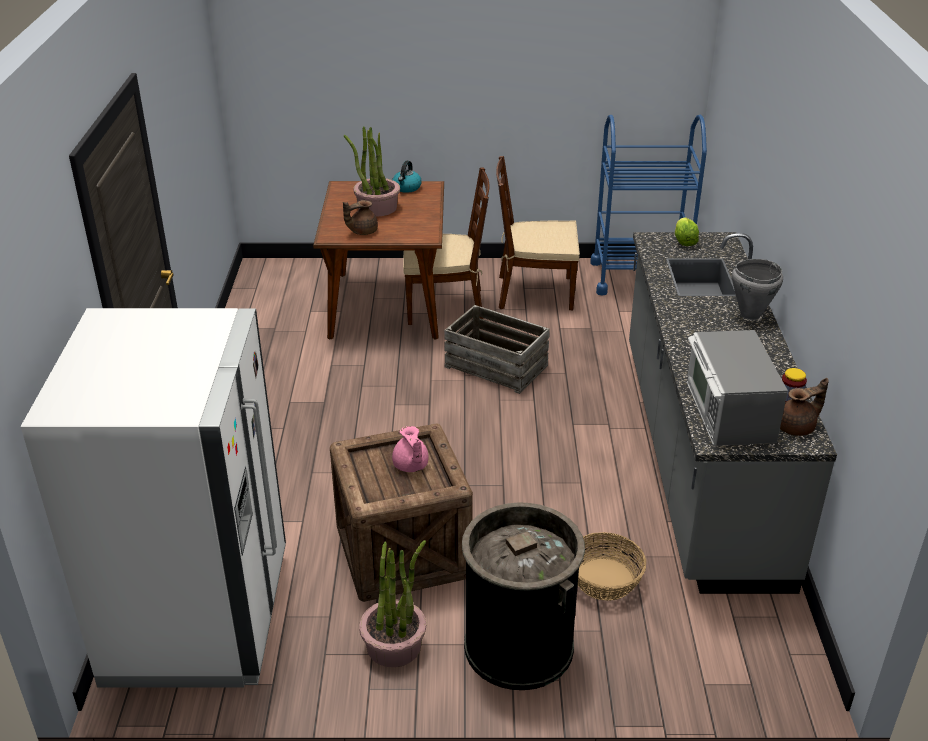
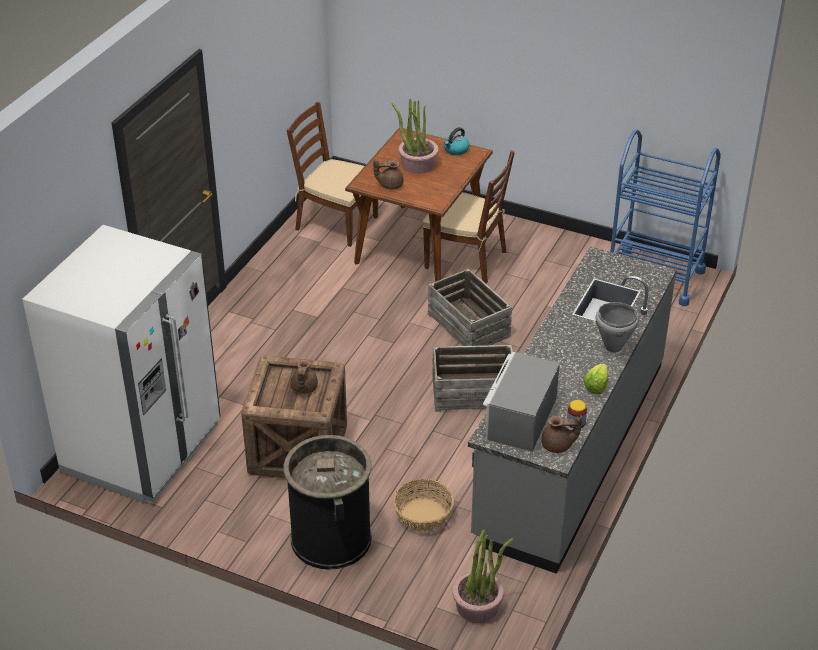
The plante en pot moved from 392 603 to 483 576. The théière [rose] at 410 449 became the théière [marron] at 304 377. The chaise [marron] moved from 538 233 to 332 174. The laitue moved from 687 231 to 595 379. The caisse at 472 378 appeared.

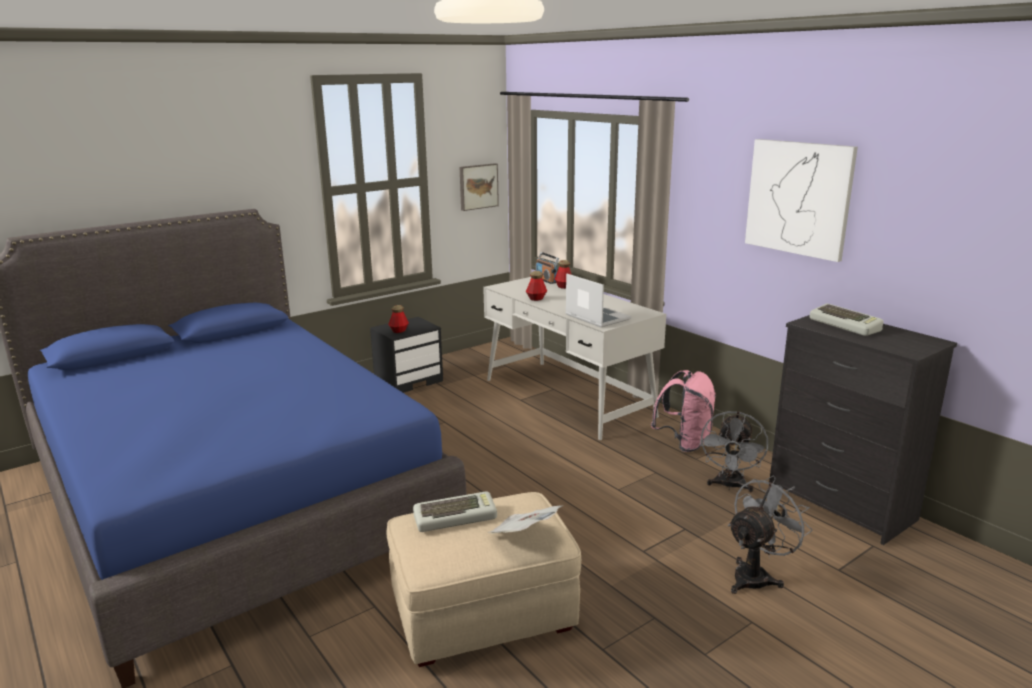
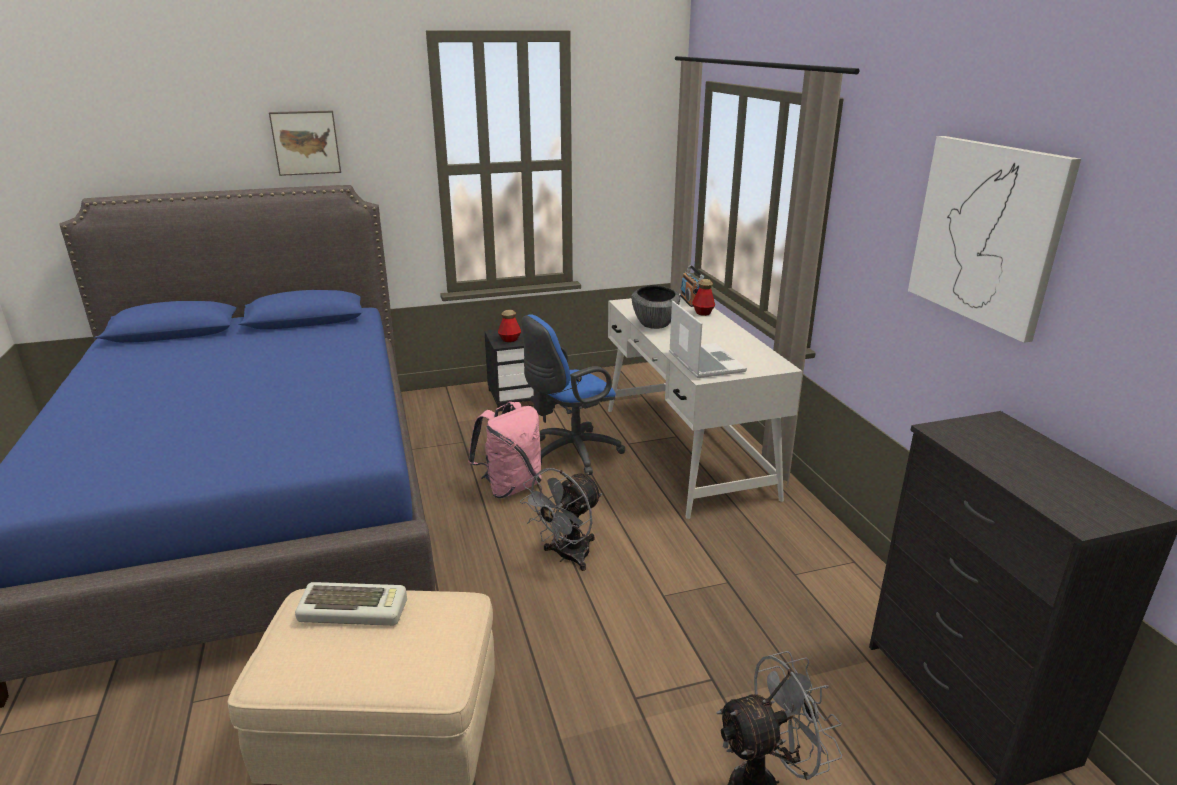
The tableau moved from 479 187 to 305 143. The journal at 525 519 disappeared. The bouteille at 536 286 was replaced by the bol at 655 307. The sac à dos [rose] moved from 683 411 to 505 450. The ventilateur [gris] moved from 733 451 to 561 519. The clavier at 846 320 disappeared. The chaise de bureau [bleu] at 573 394 appeared.

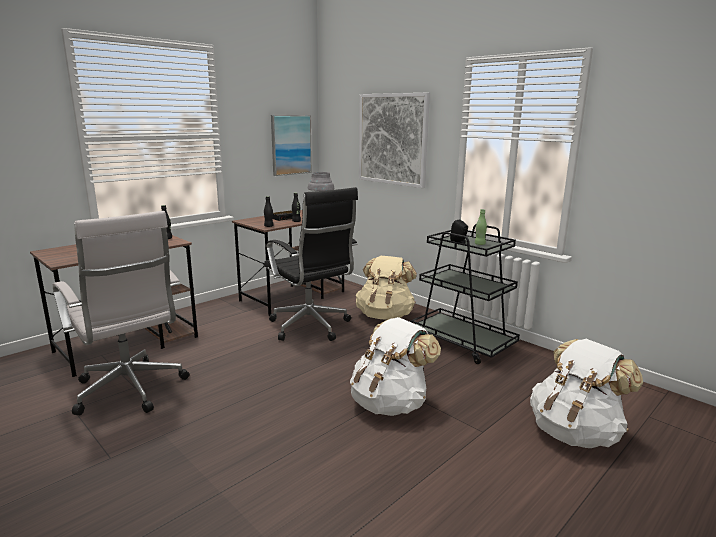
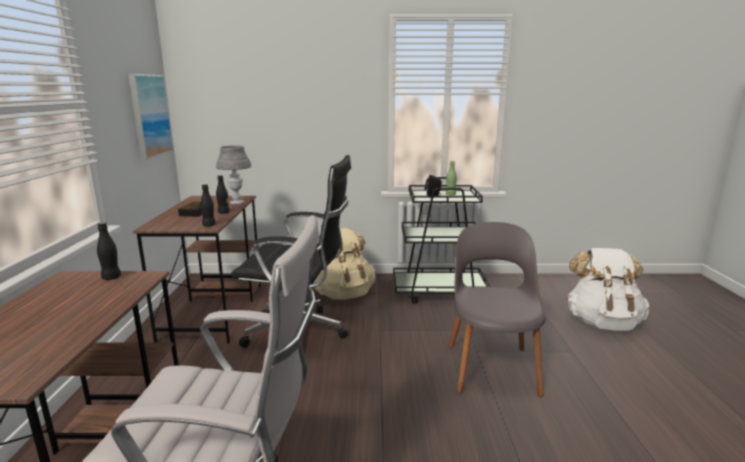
The sac à dos [blanc] at 395 366 was replaced by the chaise [gris] at 497 309. The tableau at 394 140 disappeared.

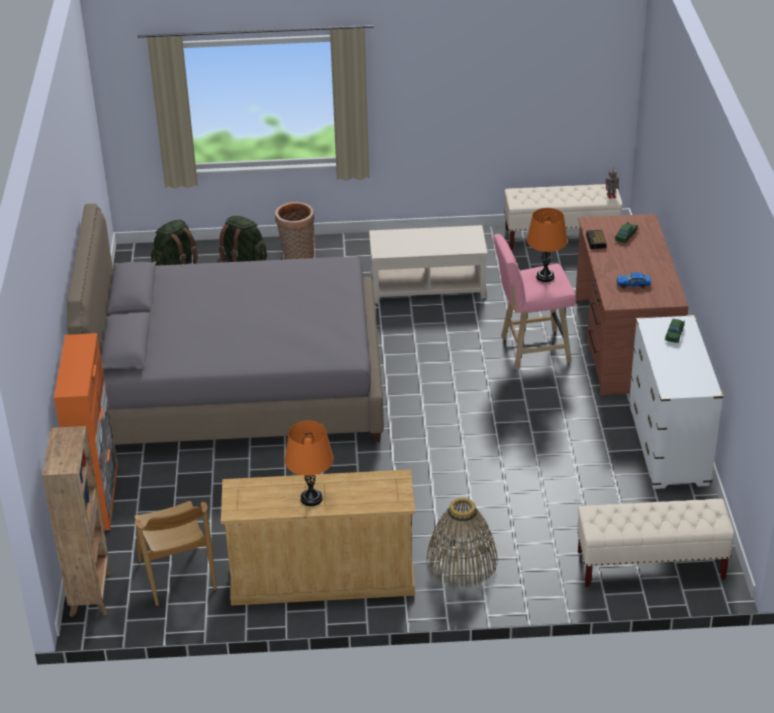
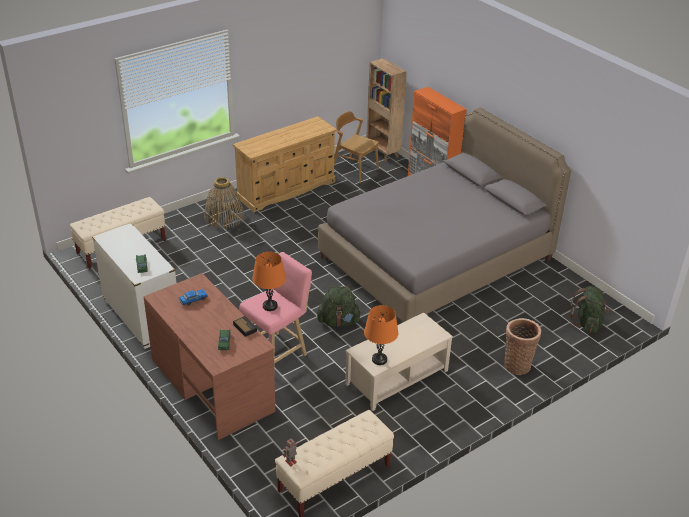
The sac à dos [vert] moved from 242 239 to 339 306. The lampe de table [orange] moved from 309 463 to 381 335.

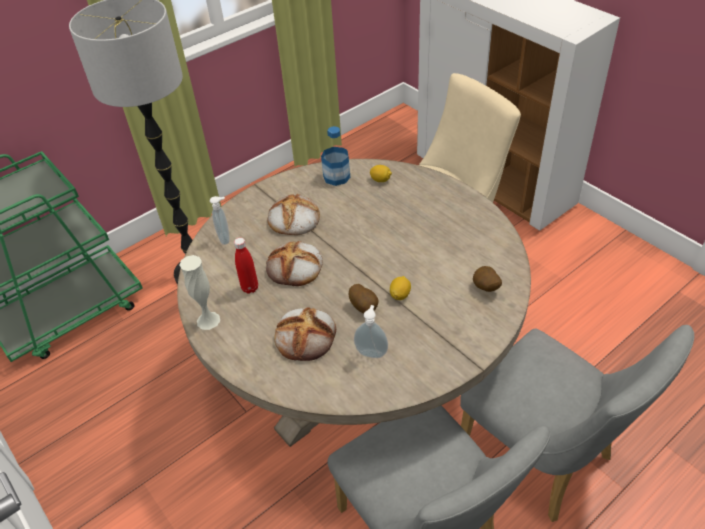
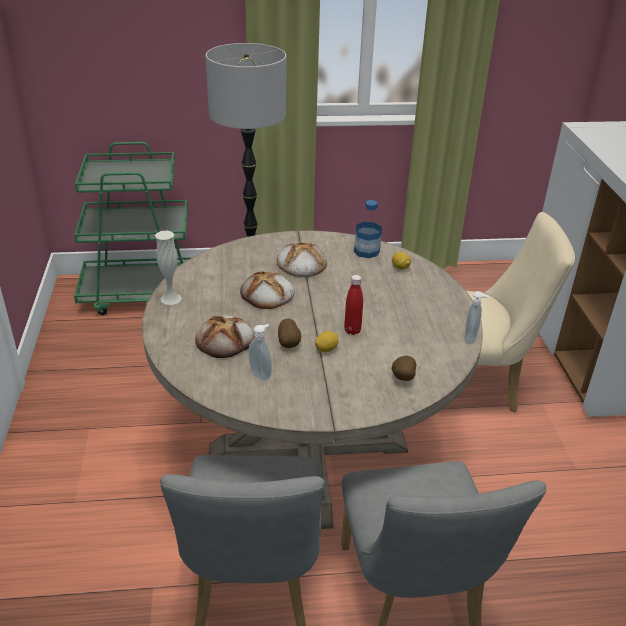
The distributeur de savon moved from 219 220 to 477 317. The bouteille [rouge] moved from 246 266 to 353 305.

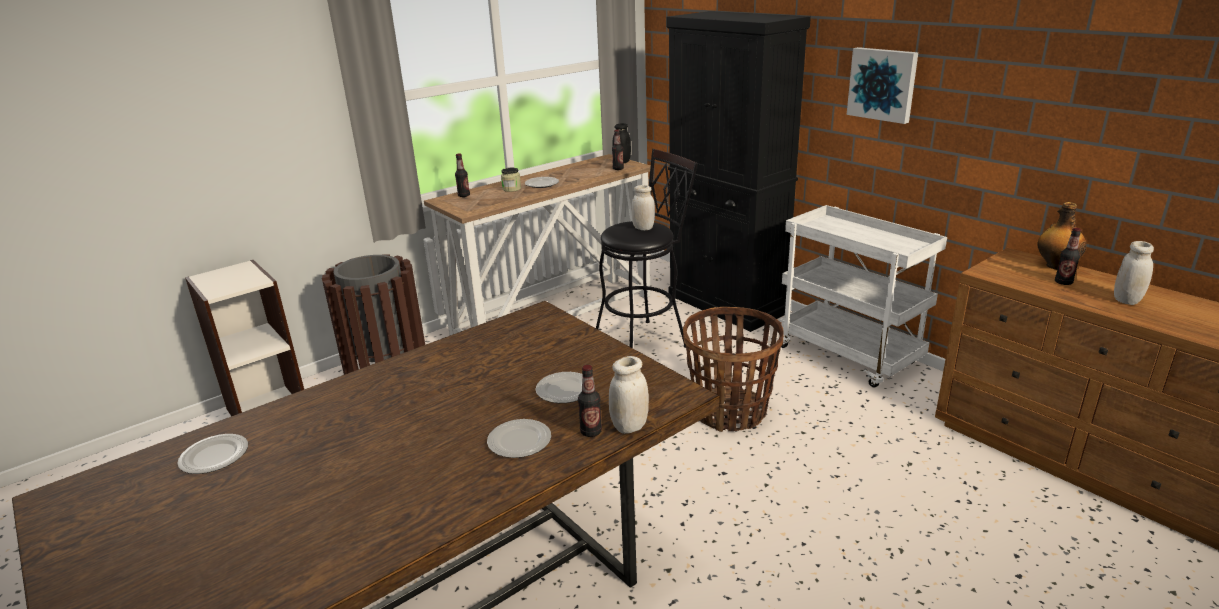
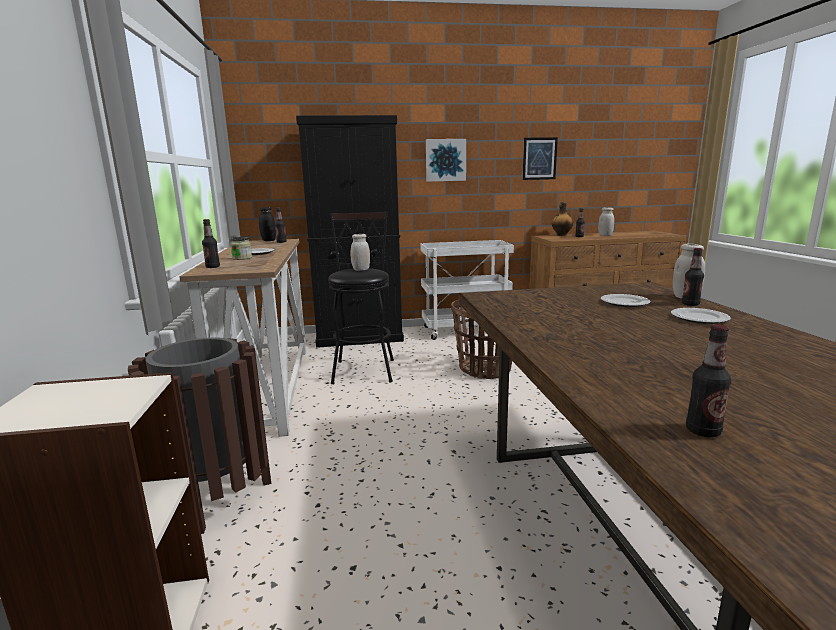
The assiette at 212 454 was replaced by the bouteille at 708 380. The tableau at 540 158 appeared.

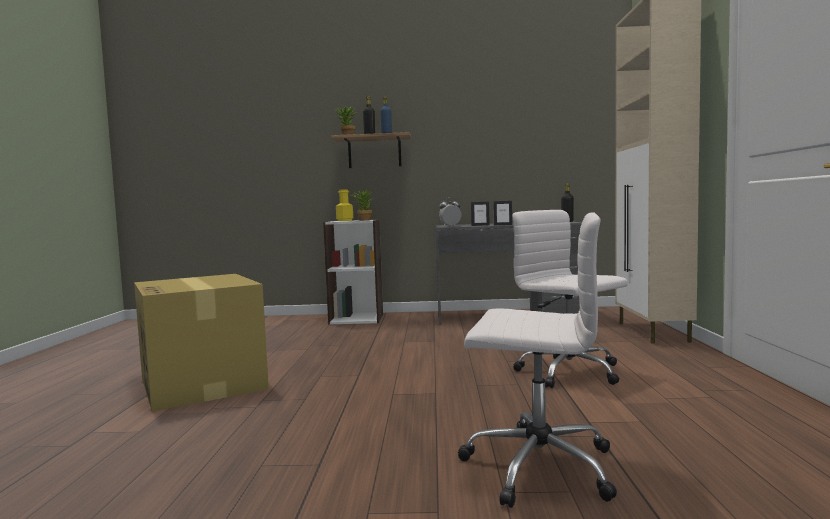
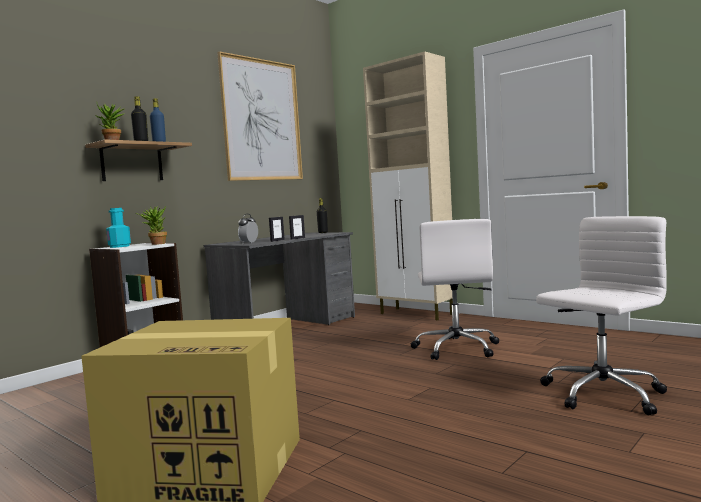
The bouteille [jaune] at 344 205 became the bouteille [turquoise] at 118 228. The chaise de bureau [blanc] at 570 299 turned 90 degrees counterclockwise. The tableau at 260 116 appeared.

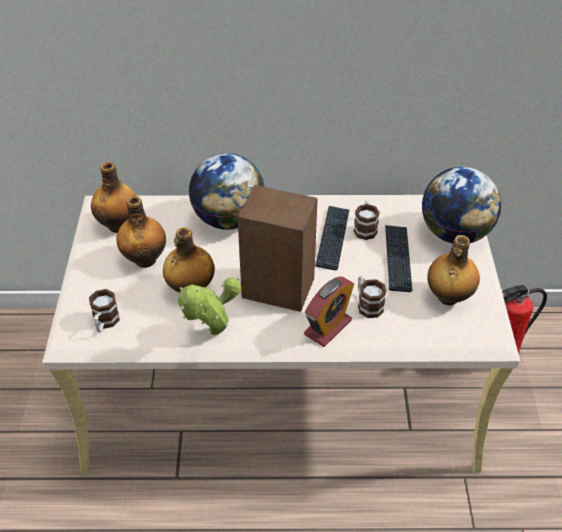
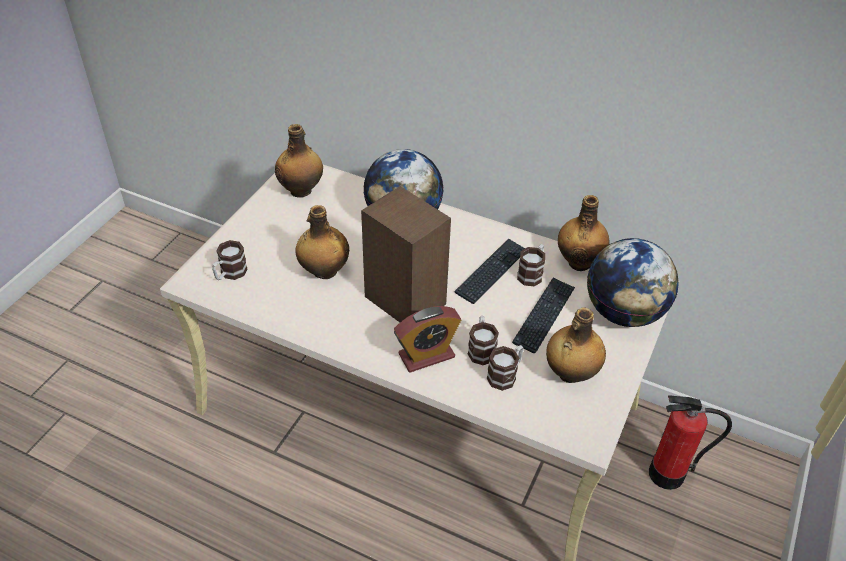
The bouteille moved from 141 232 to 584 233. The plante en pot at 209 306 disappeared. The mug at 505 368 appeared.

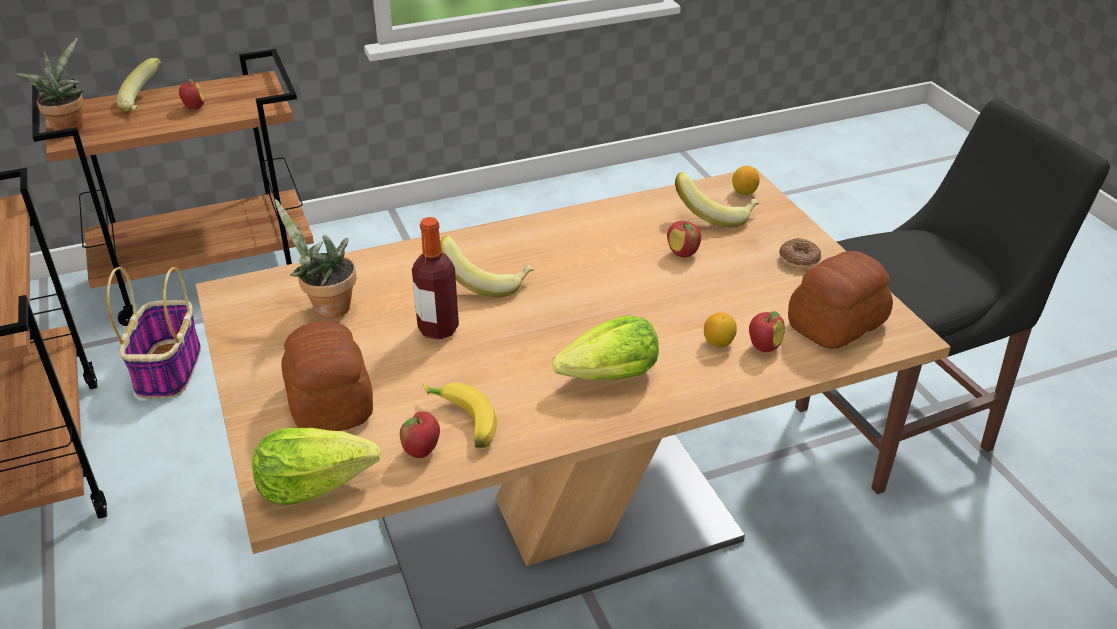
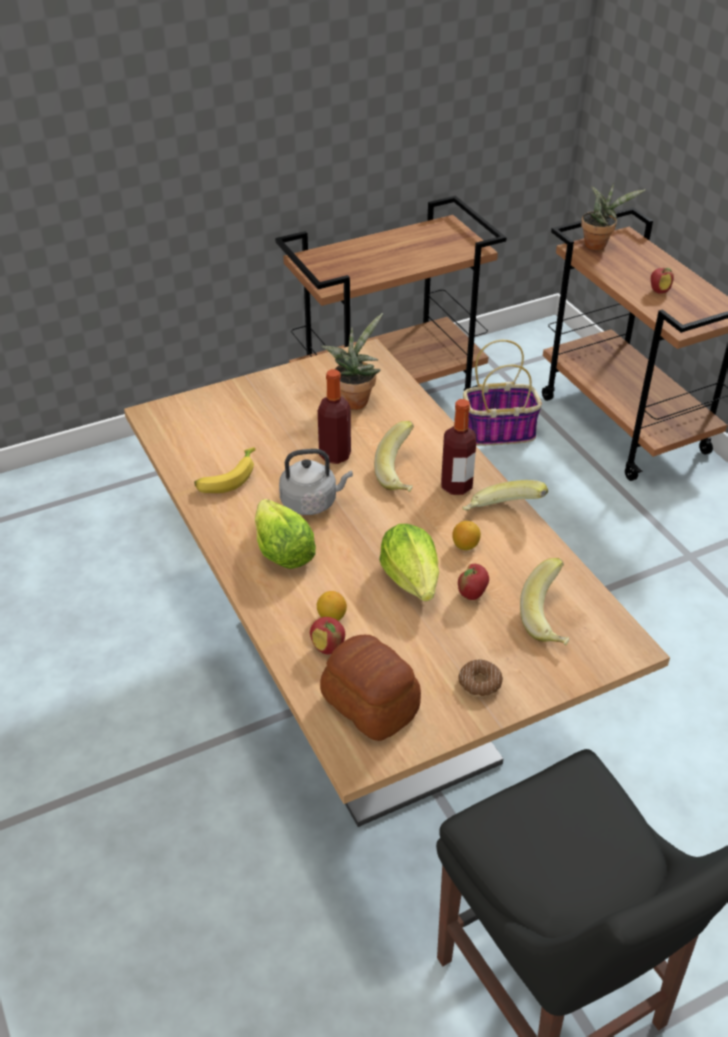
The banane moved from 139 84 to 505 495. The laitue moved from 316 467 to 409 562. The pain at 327 376 disappeared. The pomme at 420 434 disappeared. The citron moved from 746 180 to 466 535. The bouilloire [gris] at 316 482 appeared. The bouteille at 458 447 appeared.

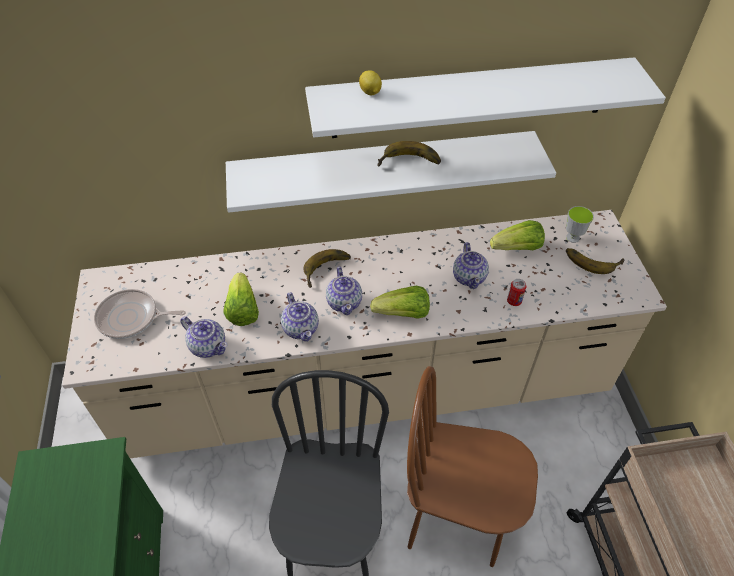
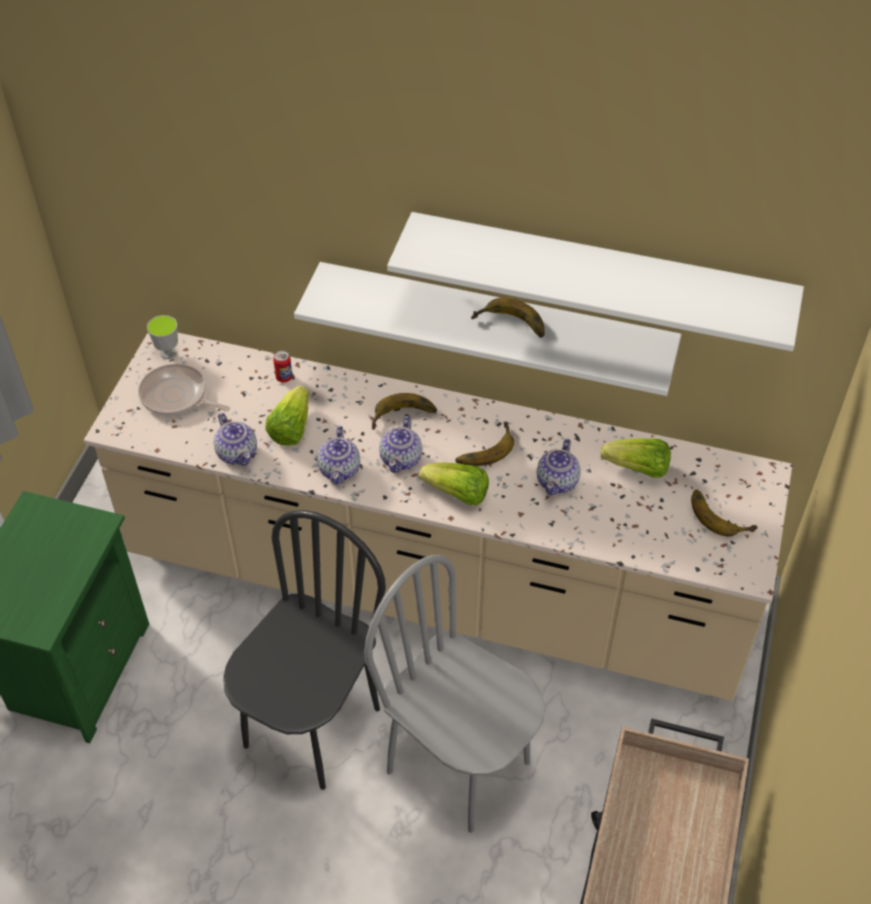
The citron at 370 82 disappeared. The chaise [marron] at 472 466 became the chaise [gris] at 454 694. The boîte métallique moved from 516 292 to 283 367. The tasse moved from 580 224 to 162 337. The banane at 484 444 appeared.

